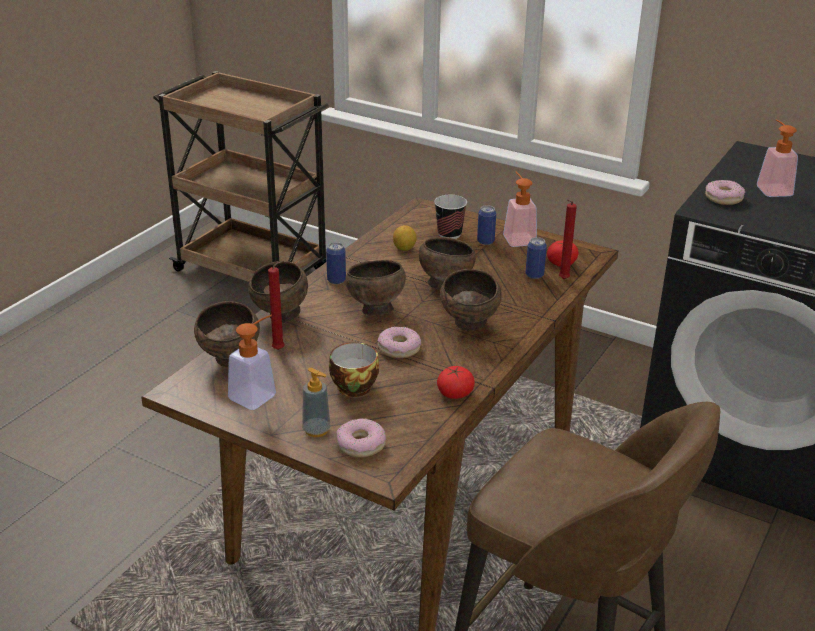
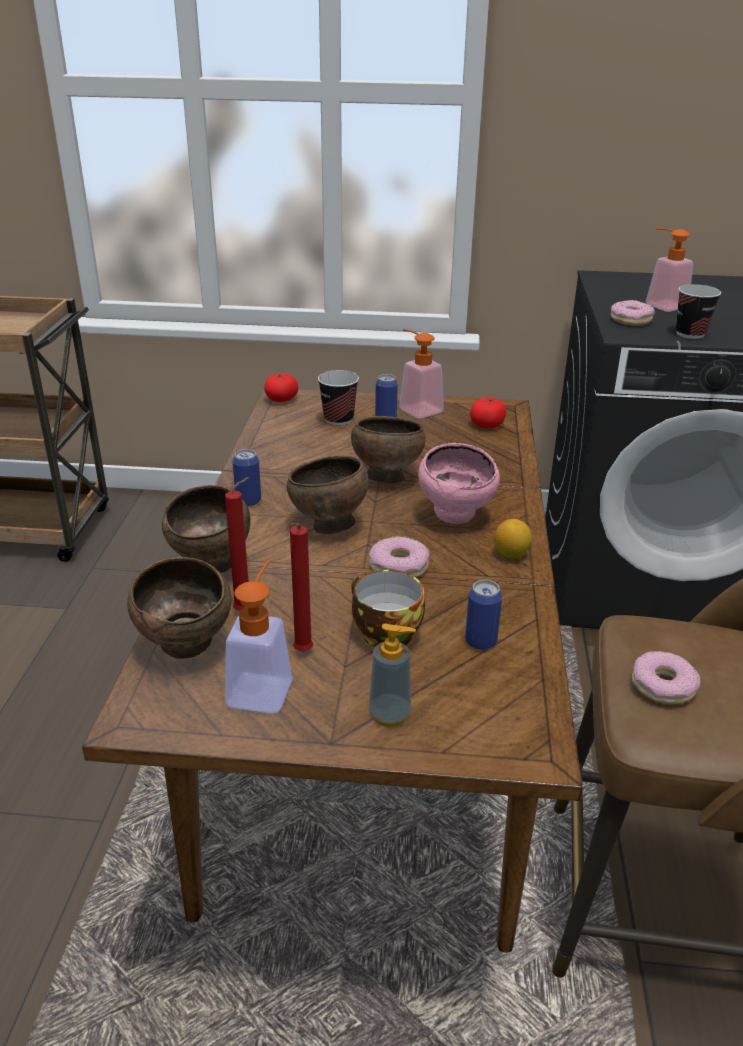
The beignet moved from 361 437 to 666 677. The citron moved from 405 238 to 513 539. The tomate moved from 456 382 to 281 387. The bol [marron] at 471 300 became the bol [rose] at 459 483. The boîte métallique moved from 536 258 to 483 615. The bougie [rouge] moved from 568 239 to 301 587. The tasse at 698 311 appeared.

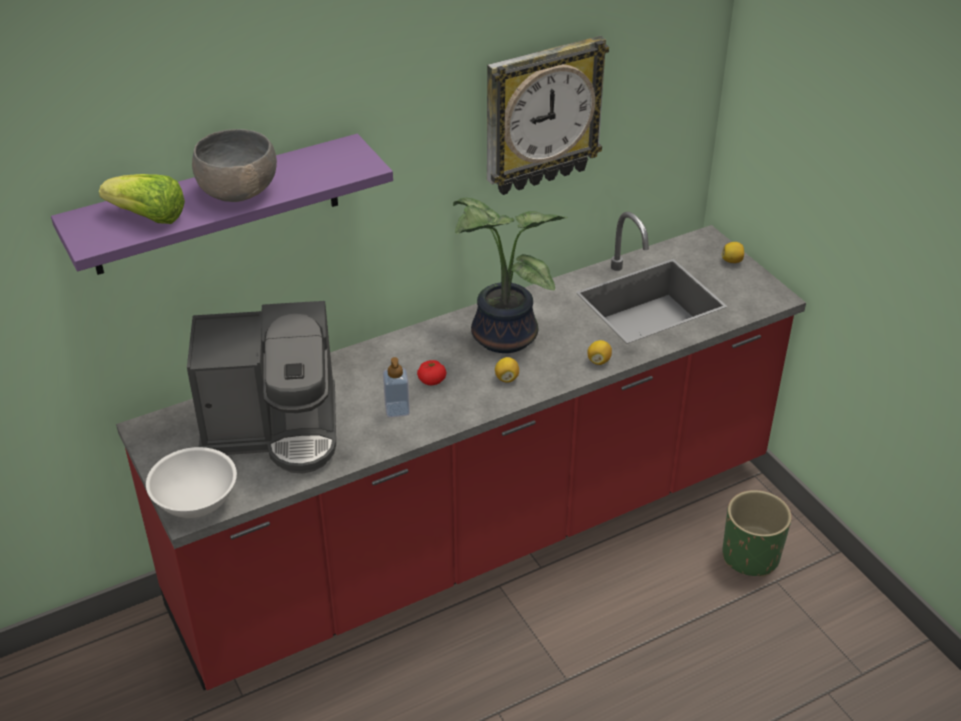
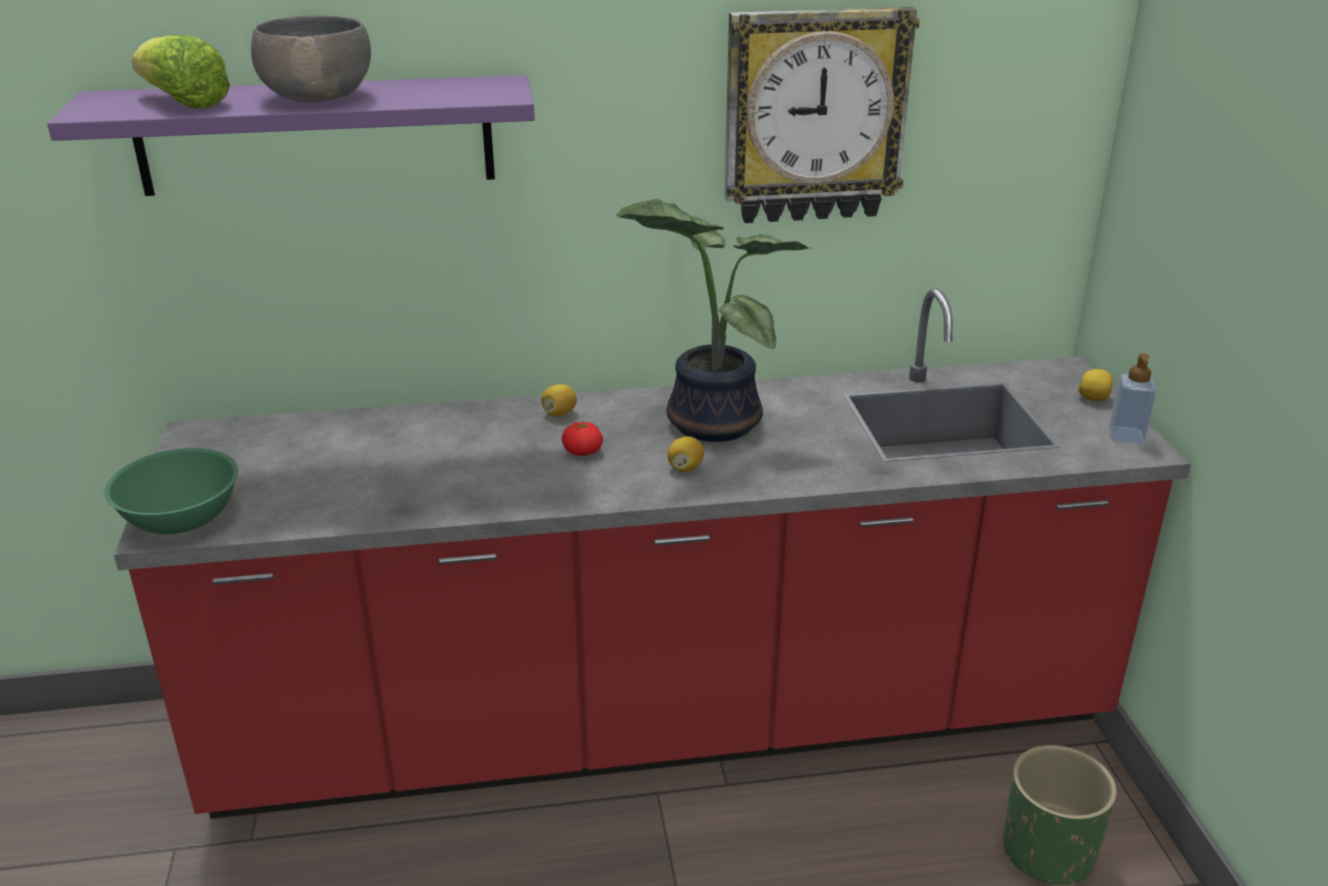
The bol [blanc] at 191 482 became the bol [vert] at 171 491. The machine à café at 261 387 disappeared. The distributeur de savon moved from 396 387 to 1133 398. The citron moved from 599 352 to 559 400.

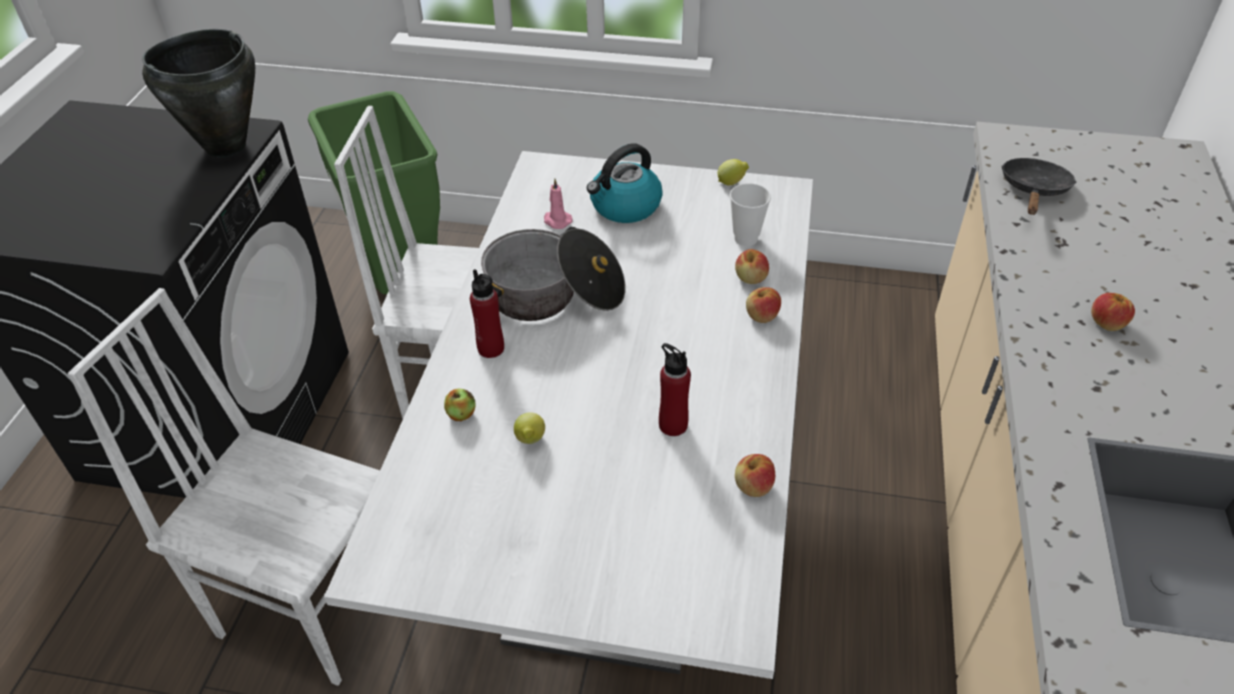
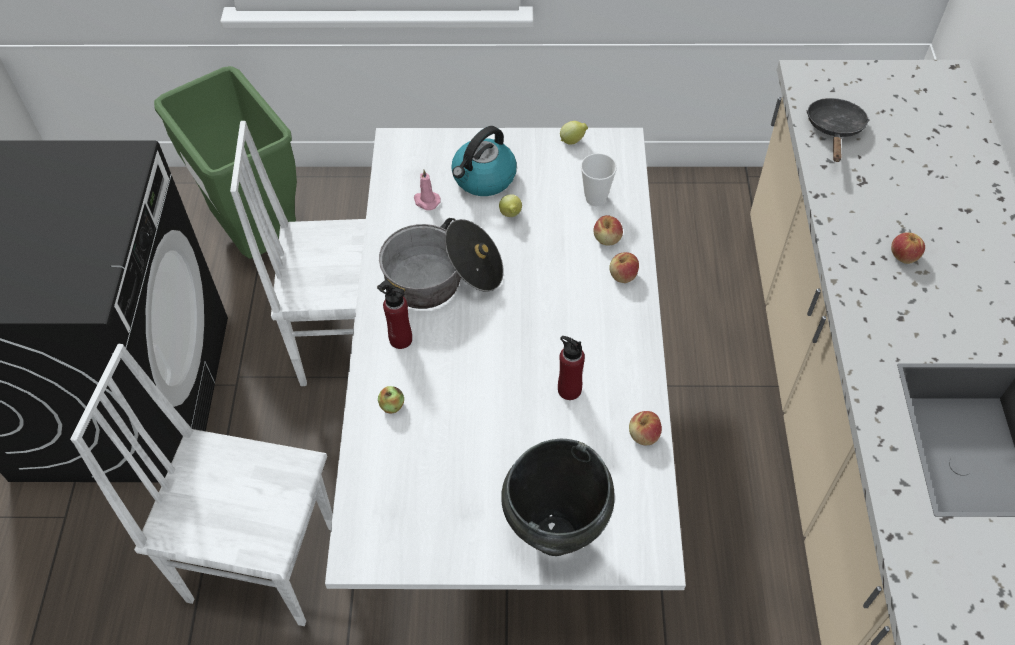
The marmite [noir] moved from 198 93 to 558 497. The citron moved from 529 428 to 510 205.

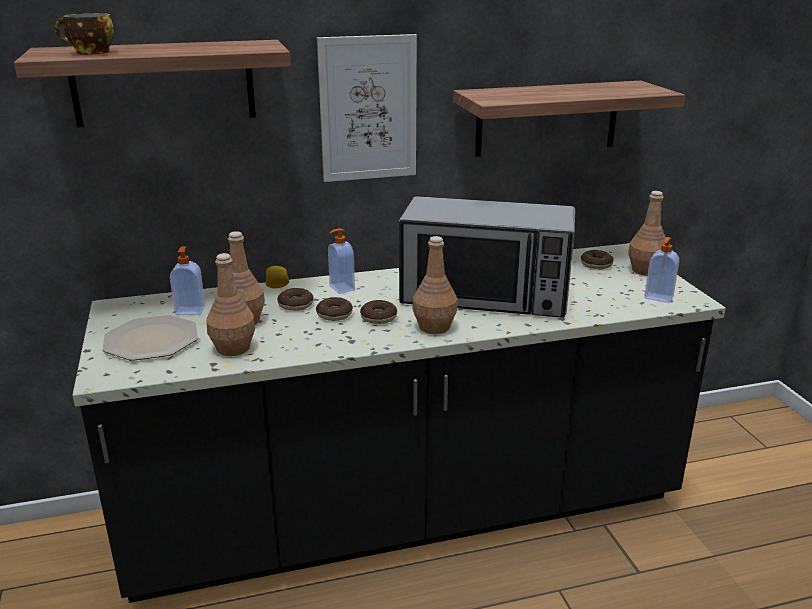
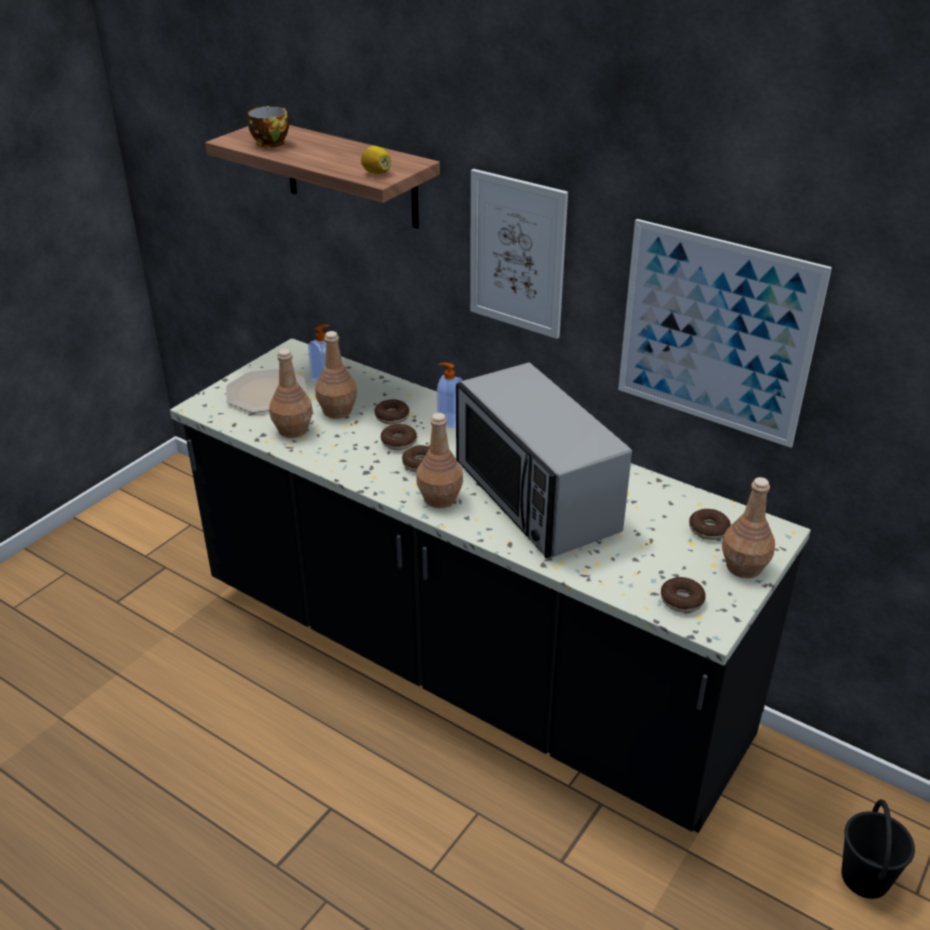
The citron moved from 278 277 to 376 160. The étagère at 569 119 was replaced by the tableau at 725 333. The distributeur de savon at 661 270 was replaced by the beignet at 683 595. The seau [noir] at 878 849 appeared.

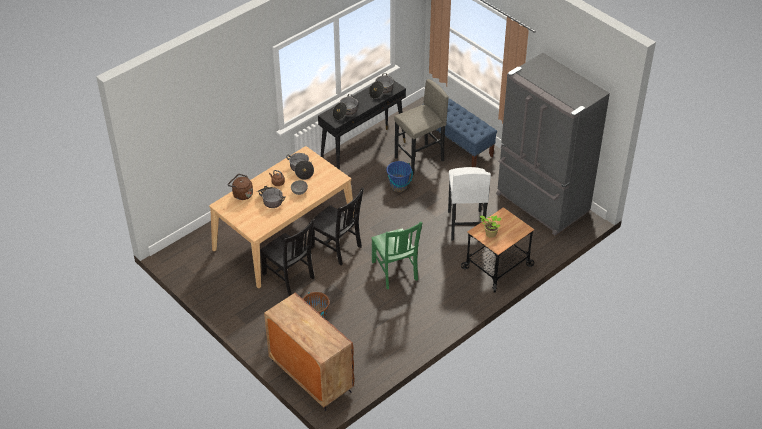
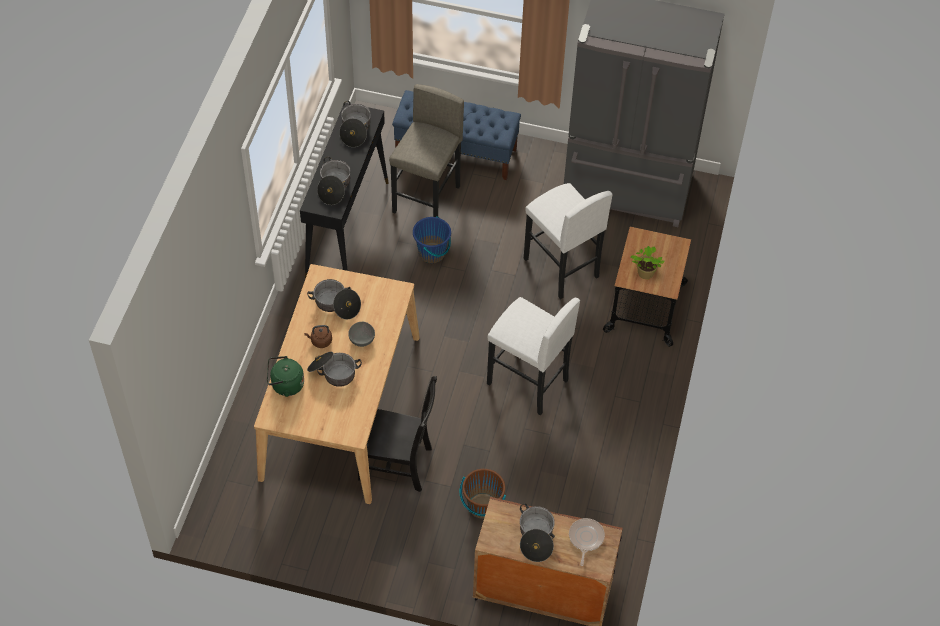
The bouilloire [marron] at 240 187 became the bouilloire [vert] at 285 376. The chaise [noir] at 337 226 disappeared. The chaise [vert] at 397 255 was replaced by the tabouret [blanc] at 533 356. The marmite at 537 532 appeared. The poêle at 587 542 appeared.

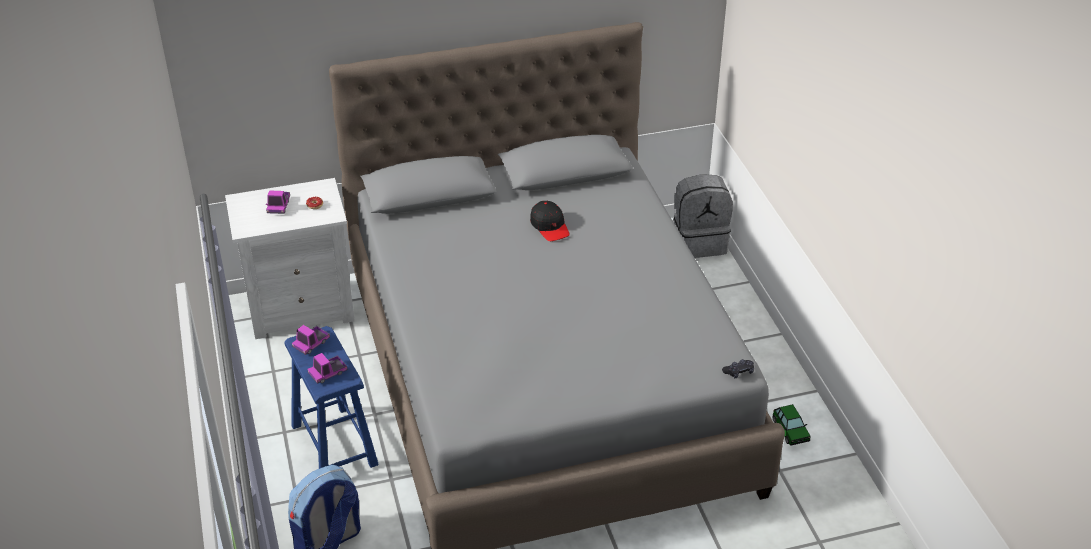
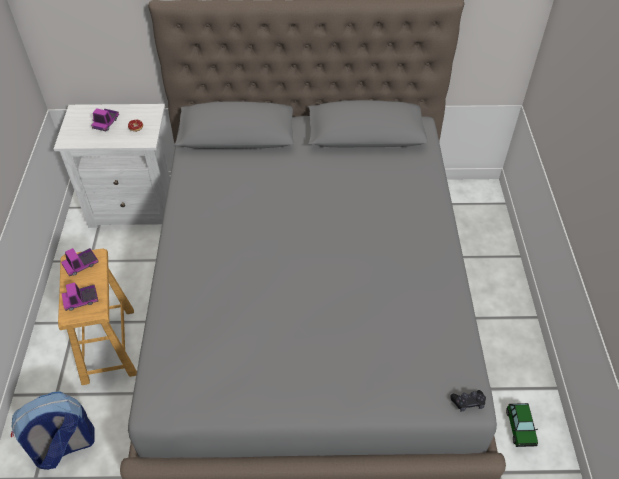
The tabouret [bleu] at 331 397 became the tabouret [marron] at 97 316. The casquette [noir] at 550 221 disappeared. The sac à dos [gris] at 703 216 disappeared.

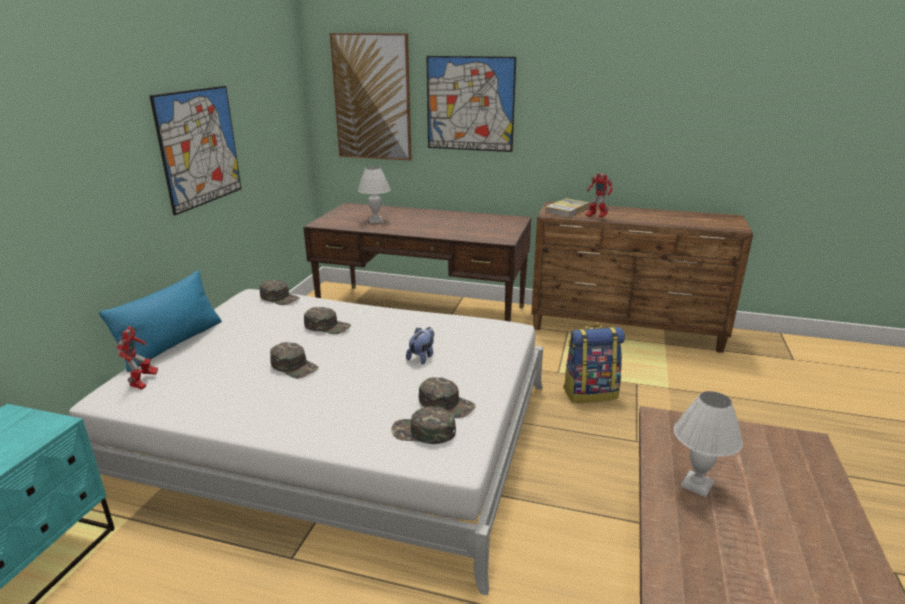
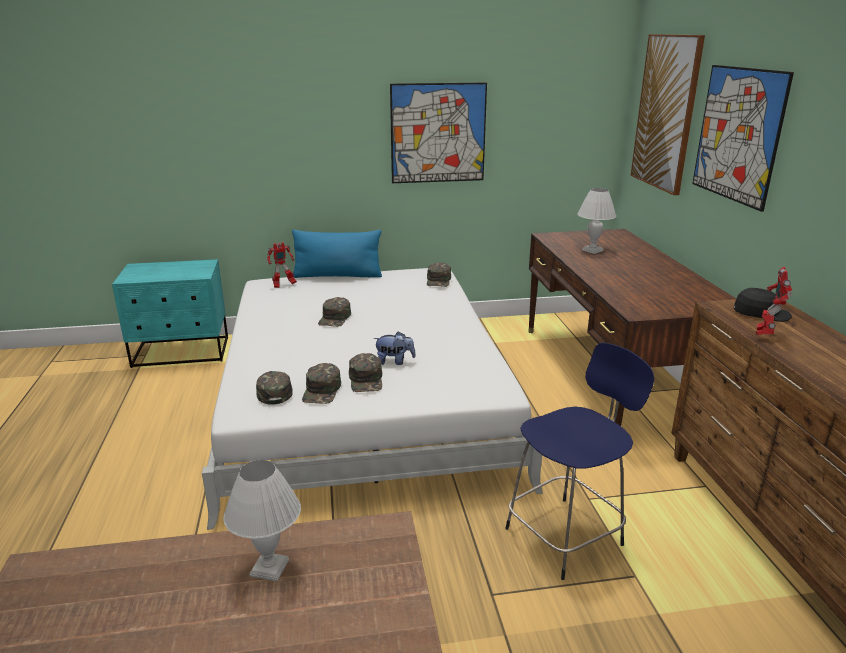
The casquette [vert] moved from 327 320 to 365 372. The livre at 567 207 was replaced by the casquette [noir] at 762 305. The sac à dos at 594 364 was replaced by the tabouret [bleu] at 579 461.

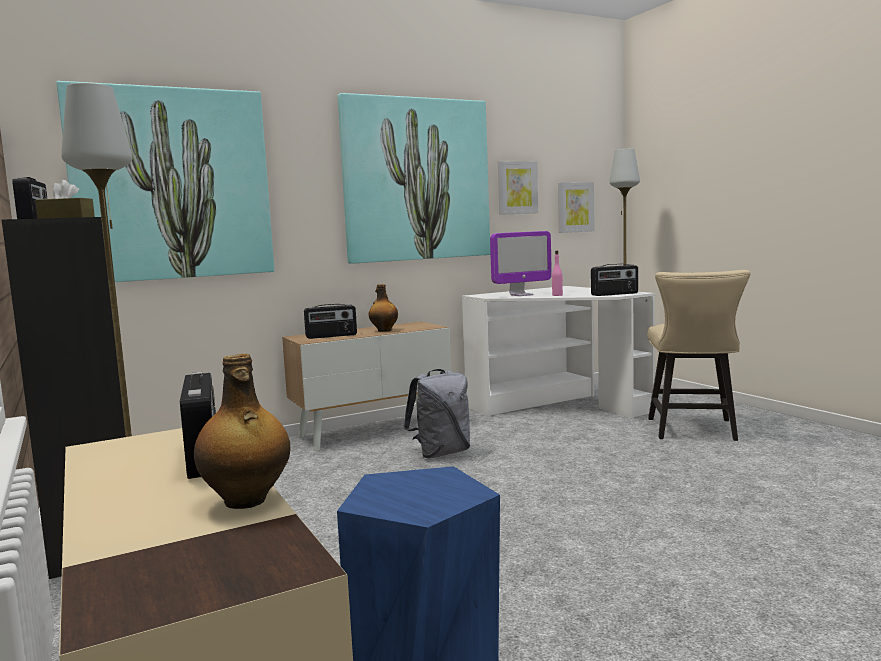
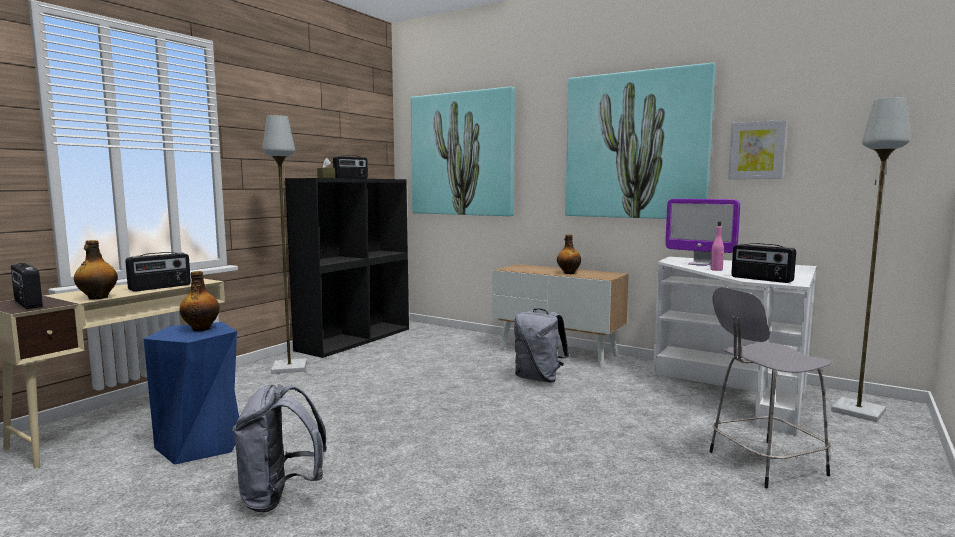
The radio moved from 330 321 to 27 286. The tableau at 576 207 disappeared. The chaise [beige] at 699 355 was replaced by the tabouret [gris] at 770 387. The bouteille at 199 301 appeared. The sac à dos [gris] at 280 448 appeared.

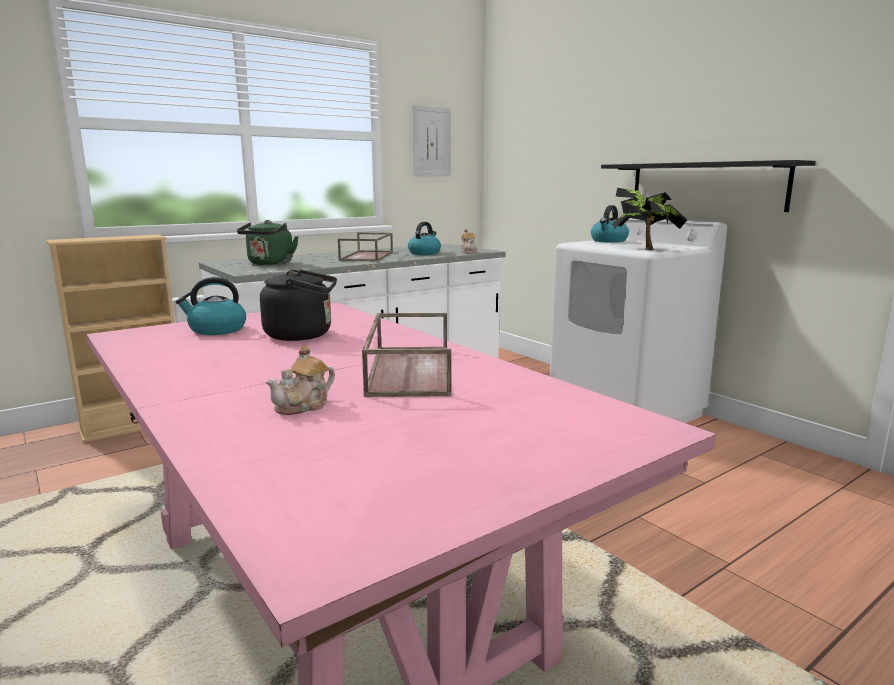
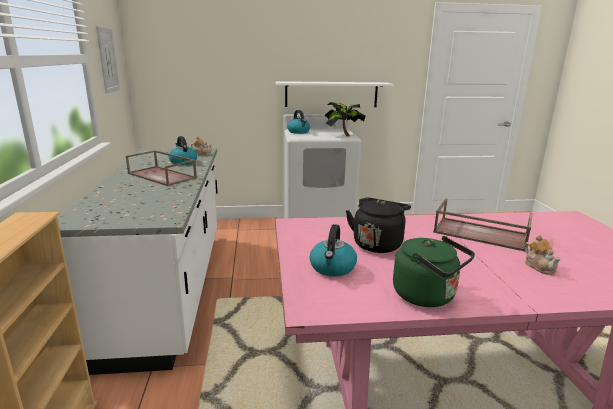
The bouilloire [vert] moved from 268 242 to 434 271. The étagère [noir] at 708 186 became the étagère [blanc] at 335 94.

